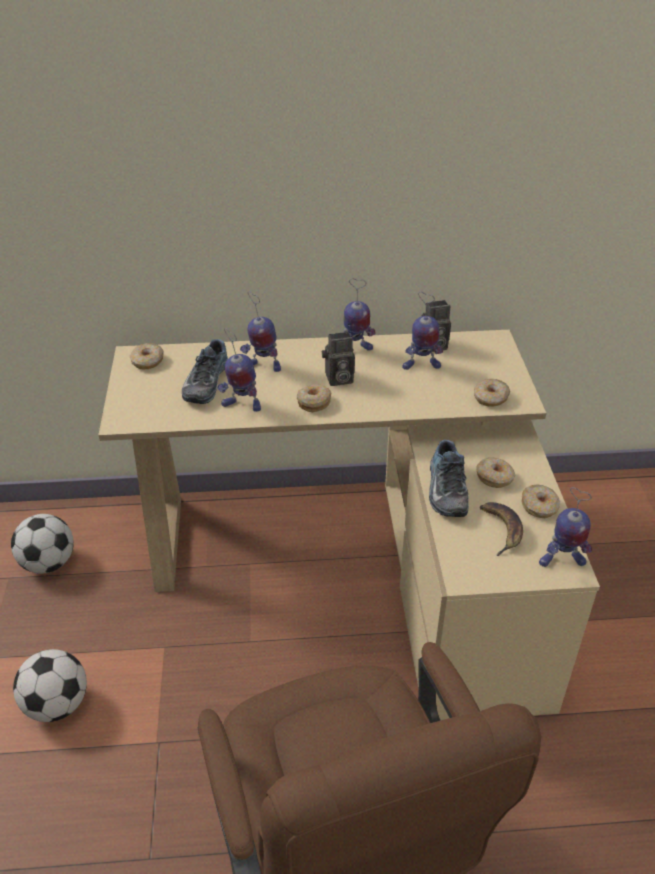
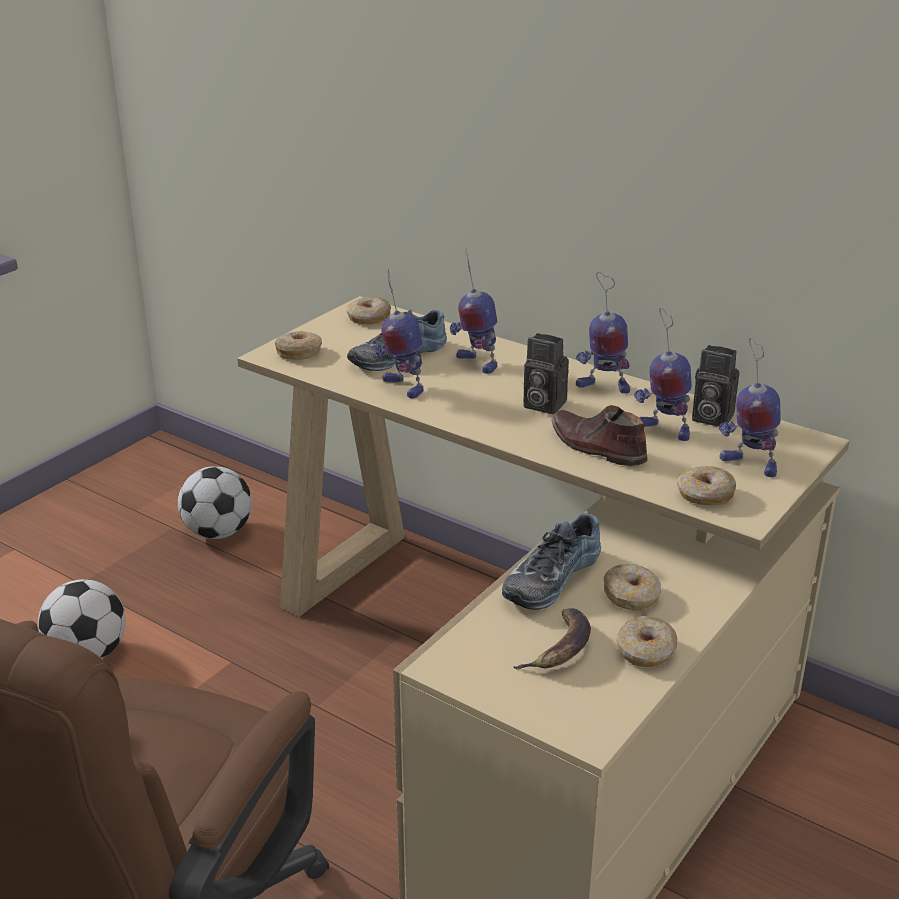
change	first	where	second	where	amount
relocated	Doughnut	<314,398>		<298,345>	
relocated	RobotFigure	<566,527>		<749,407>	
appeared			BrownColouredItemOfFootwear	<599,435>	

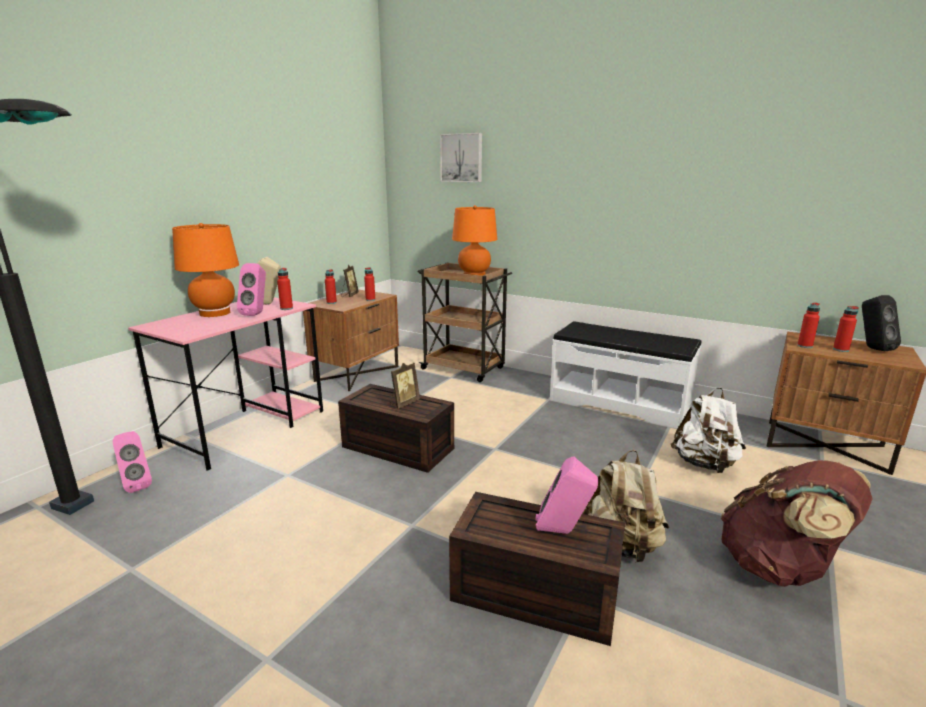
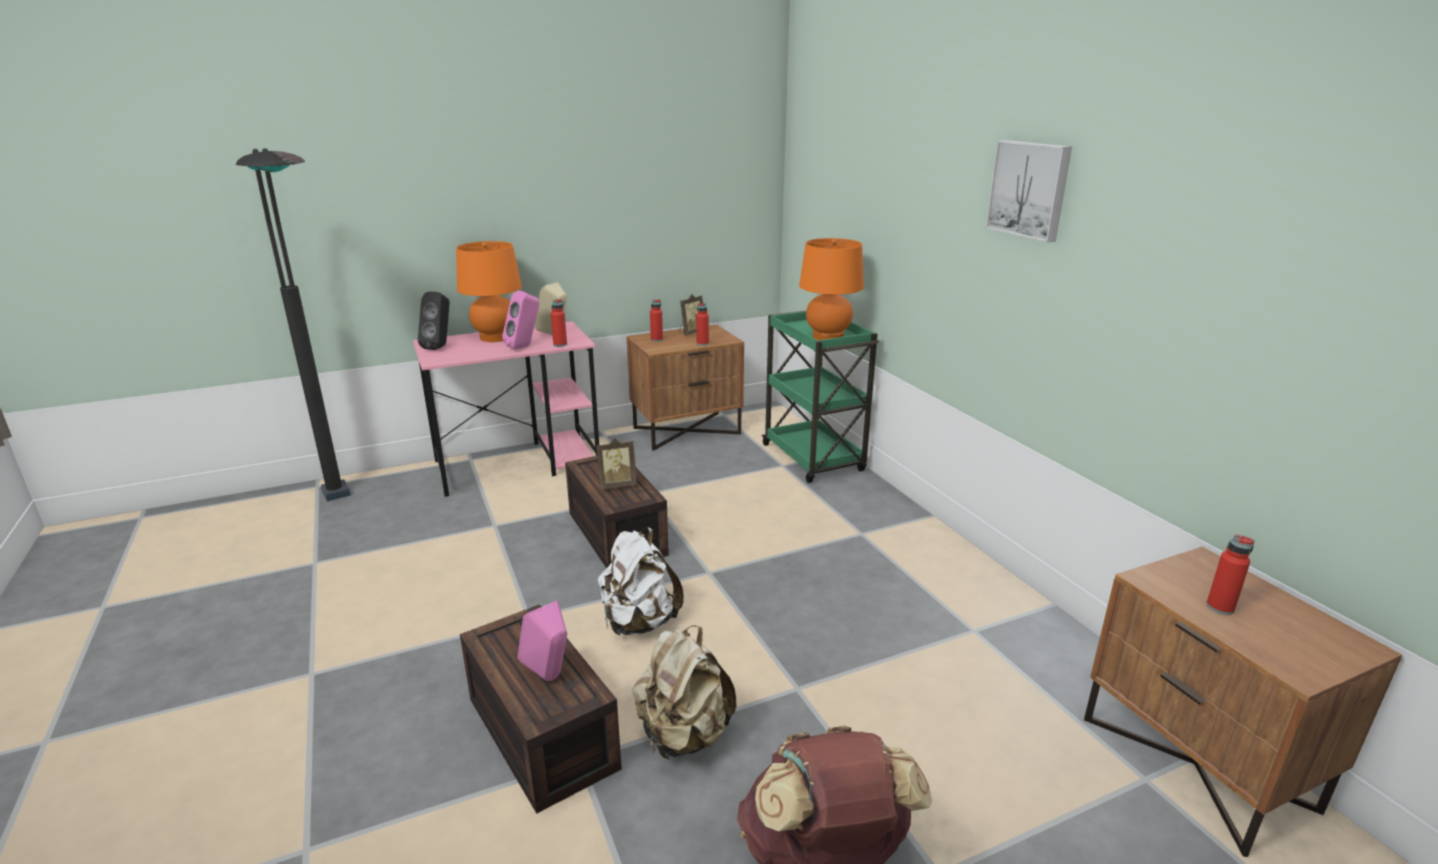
change	first	where	second	where	amount
relocated	Picture	<461,157>		<1028,191>	
colour	BrownColouredWheeledCart	<465,322>	GreenWheeledCart	<820,396>	
relocated	BlackColouredLoudspeaker	<881,323>		<433,321>	
missing	ReddishBottle	<809,325>			
missing	WhitishBench	<625,375>			
relocated	WhitishBackpack	<708,430>		<641,581>	
missing	PinkLoudspeaker	<132,462>			

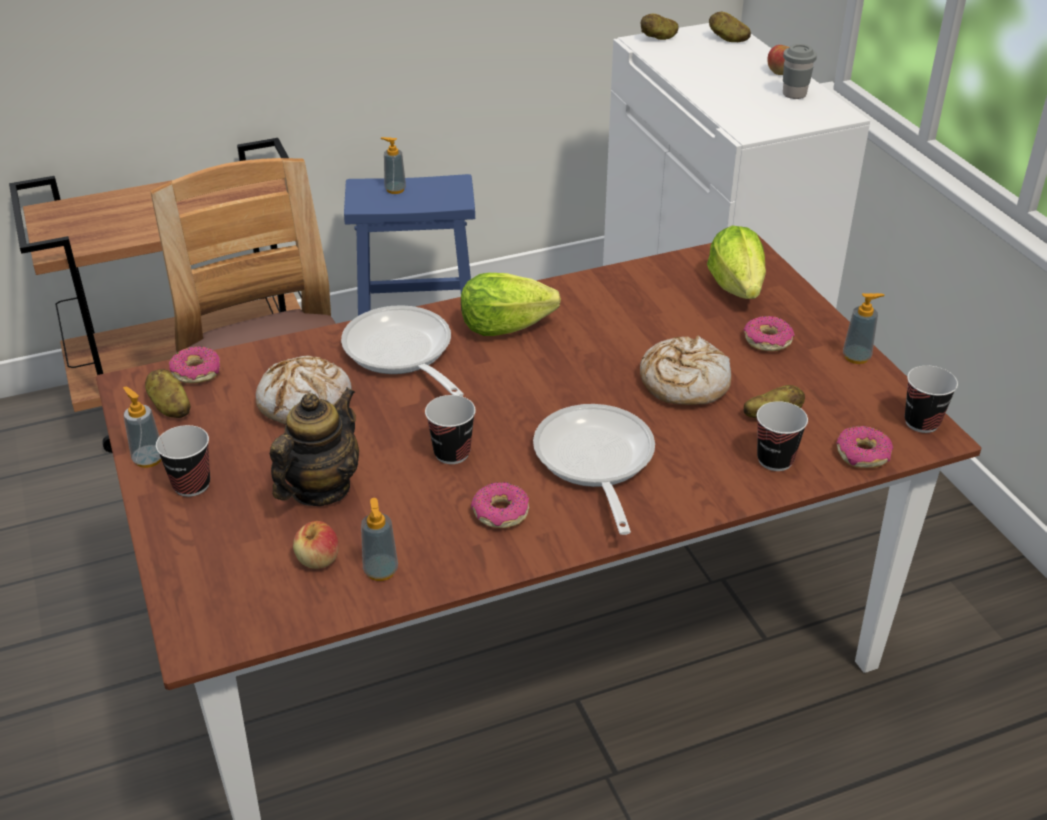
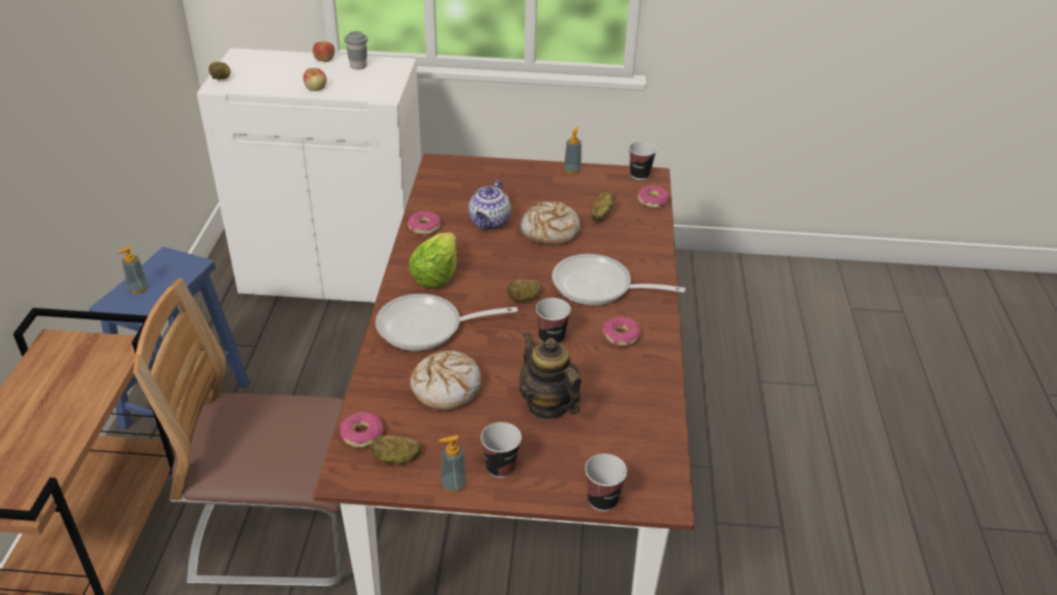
change	first	where	second	where	amount
relocated	WholePotato	<730,27>		<524,291>	
missing	HeadOfLettuce	<736,262>			
relocated	Doughnut	<768,333>		<424,223>	
relocated	Cup	<782,436>		<606,482>	
missing	SoapBottle	<379,539>			
relocated	WholeApple	<316,545>		<315,79>	
appeared			Teapot	<489,205>	

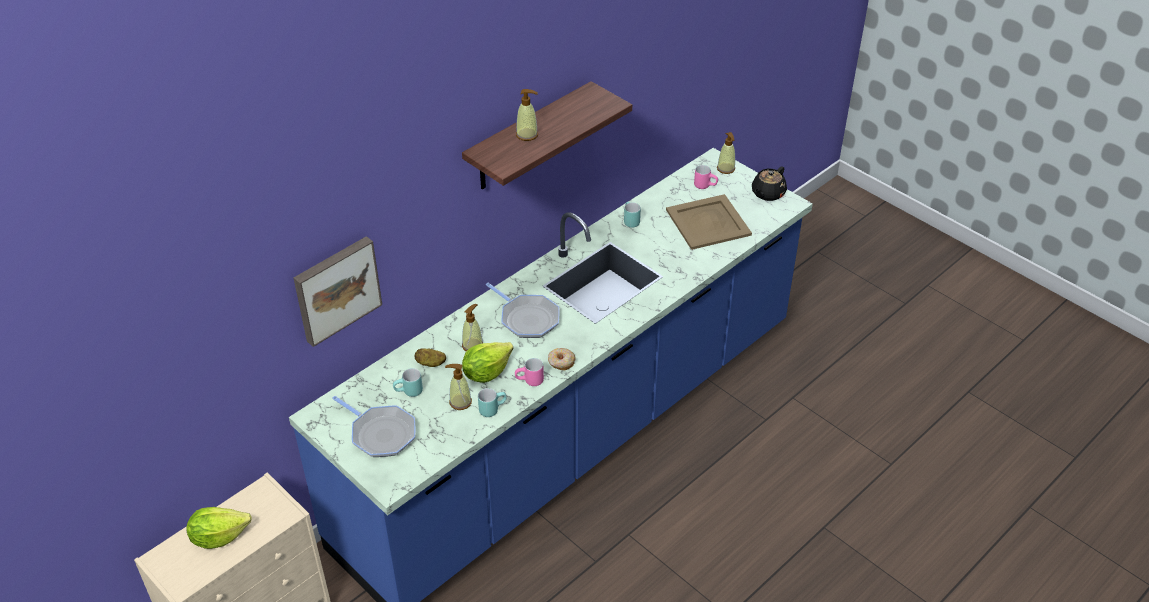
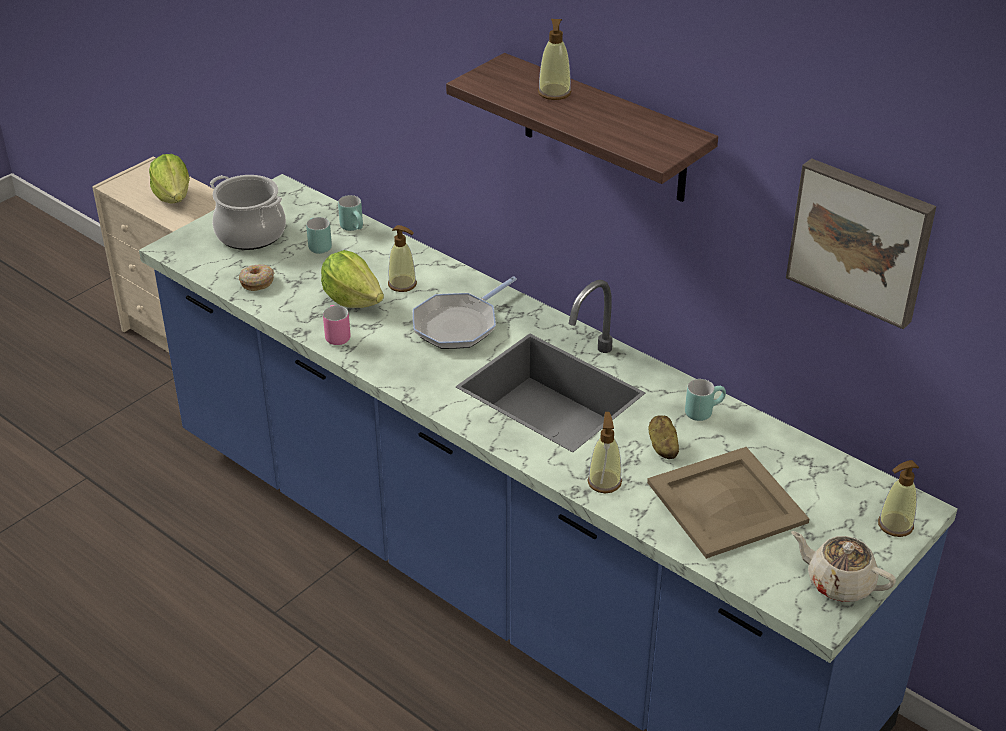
change	first	where	second	where	amount
missing	PinkCoffeeMug	<706,177>			
colour	BlackColouredTeapot	<769,183>	BeigeTeapot	<843,566>	
relocated	Picture	<338,291>		<861,243>	
relocated	WholePotato	<430,357>		<664,437>	
relocated	Doughnut	<562,359>		<256,277>	
relocated	SoapBottle	<458,387>		<604,452>	
relocated	TurquoiseColouredCoffeeMug	<492,402>		<350,213>	
exchanged	Skillet	<373,426>	Saucepot	<247,212>	

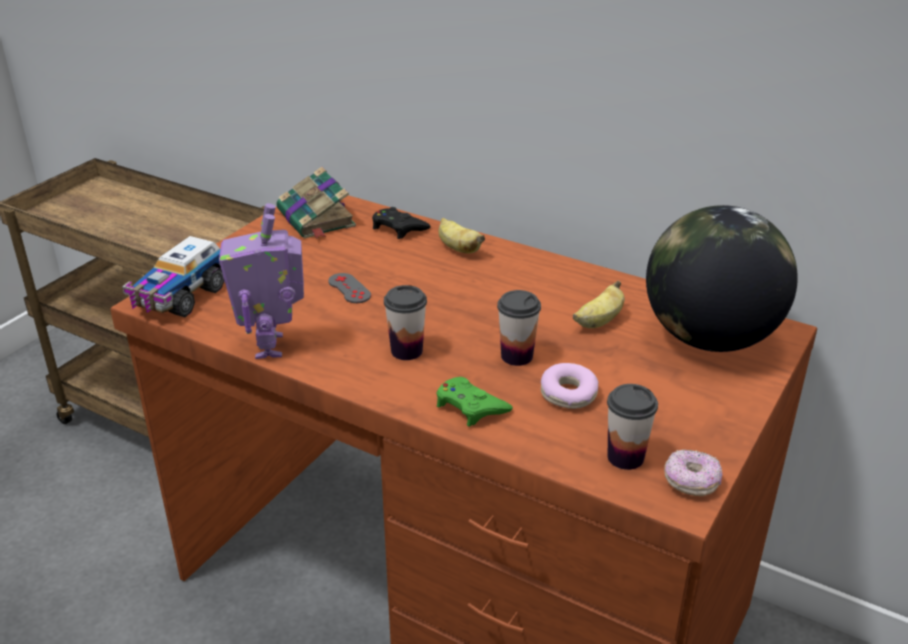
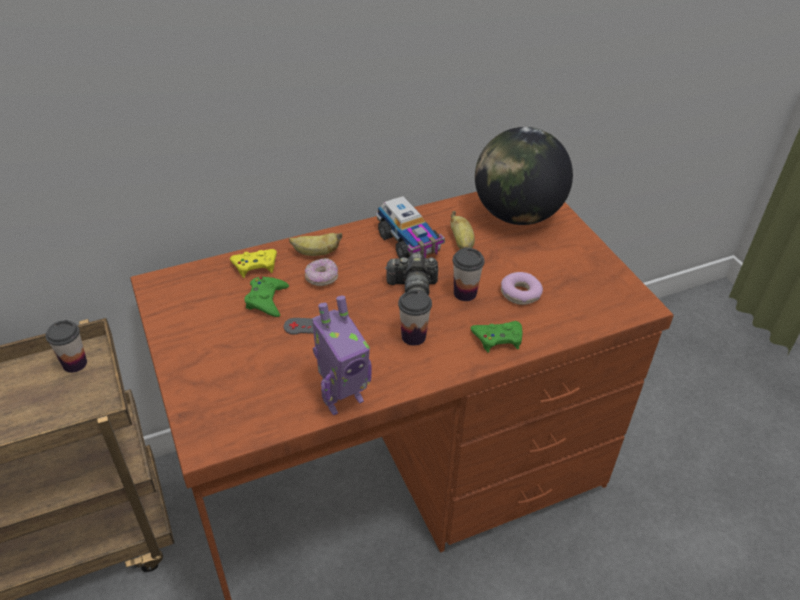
change	first	where	second	where	amount
missing	Book	<316,203>			
spun	RobotFigure	<261,281>		<342,356>	60 degrees counterclockwise
colour	BlackColouredGameController	<401,223>	YellowishGameController	<253,263>	
relocated	ModelTruck	<173,276>		<410,227>	
relocated	Cup	<632,427>		<66,346>	
relocated	Doughnut	<693,472>		<321,272>	
appeared			PhotoCamera	<411,274>	
appeared			GreenGameController	<267,297>	

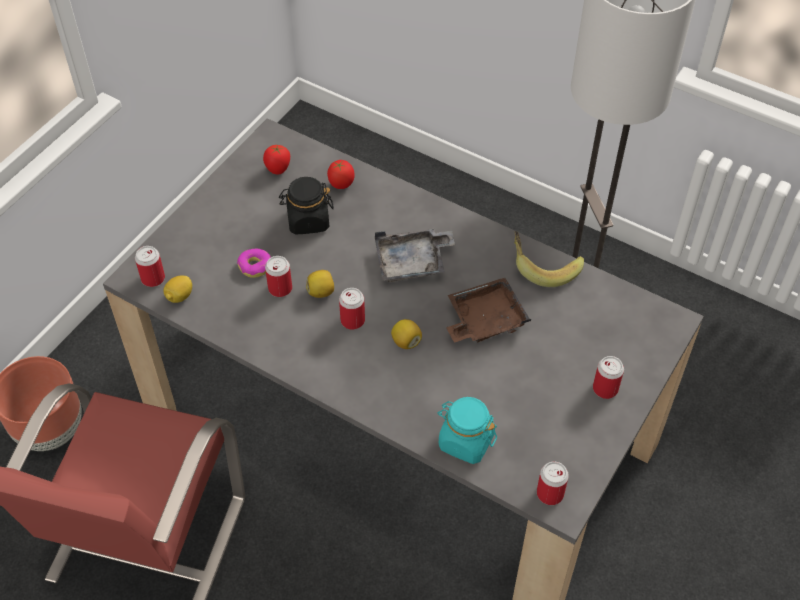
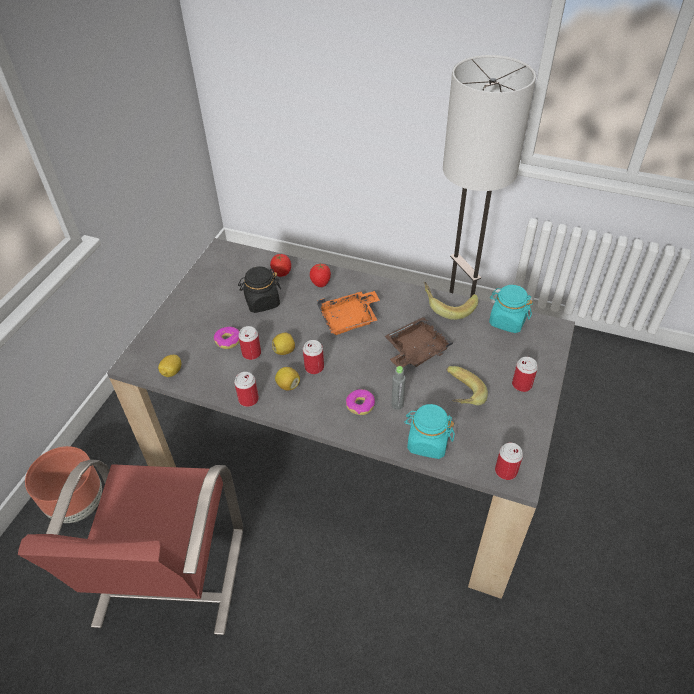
change	first	where	second	where	amount
relocated	Tomato	<276,160>		<320,275>	
colour	GrayServingTray	<415,255>	OrangeColouredServingTray	<348,313>	
relocated	Can	<150,266>		<246,389>	
relocated	CitrusFruit	<406,334>		<287,379>	
appeared			TurquoiseColouredStorageJar	<511,309>	
appeared			GrayBottle	<398,388>	
appeared			WholeBanana	<467,385>	
appeared			Doughnut	<360,402>	

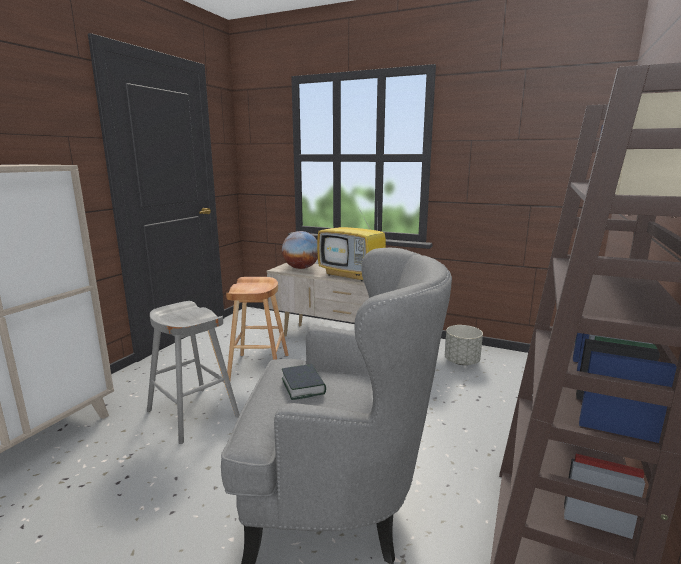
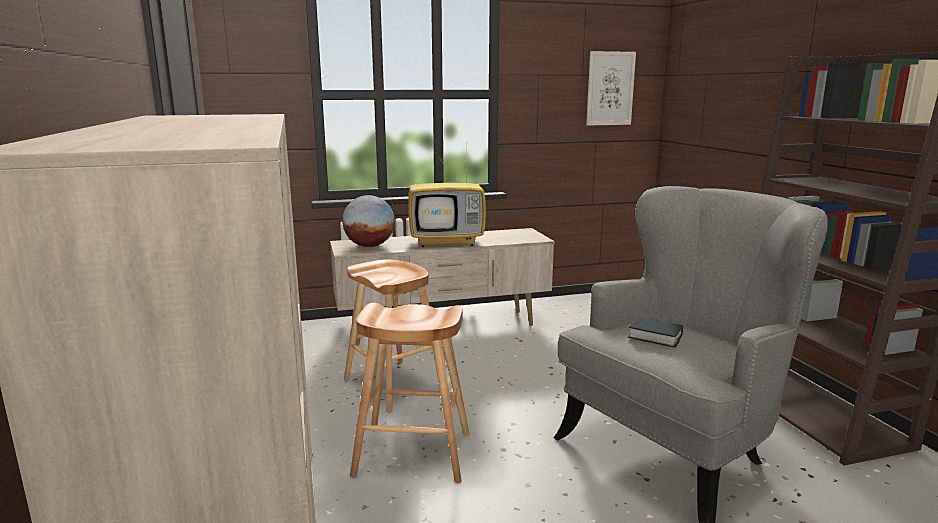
change	first	where	second	where	amount
colour	GrayStoolSeat	<193,372>	BrownColouredStoolSeat	<409,393>	
missing	GrayPlanter	<464,345>			
appeared			Picture	<611,88>	

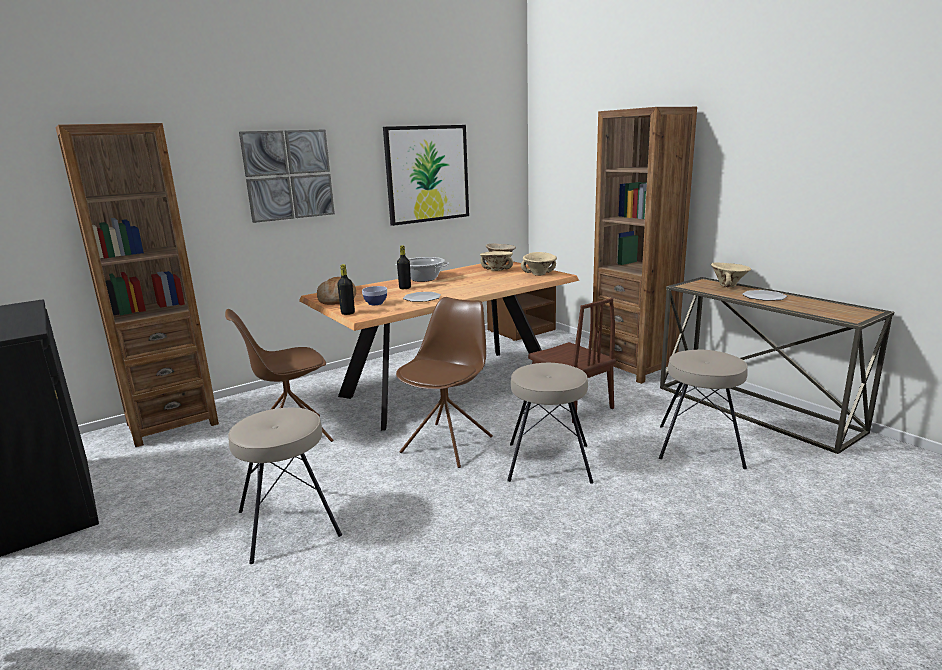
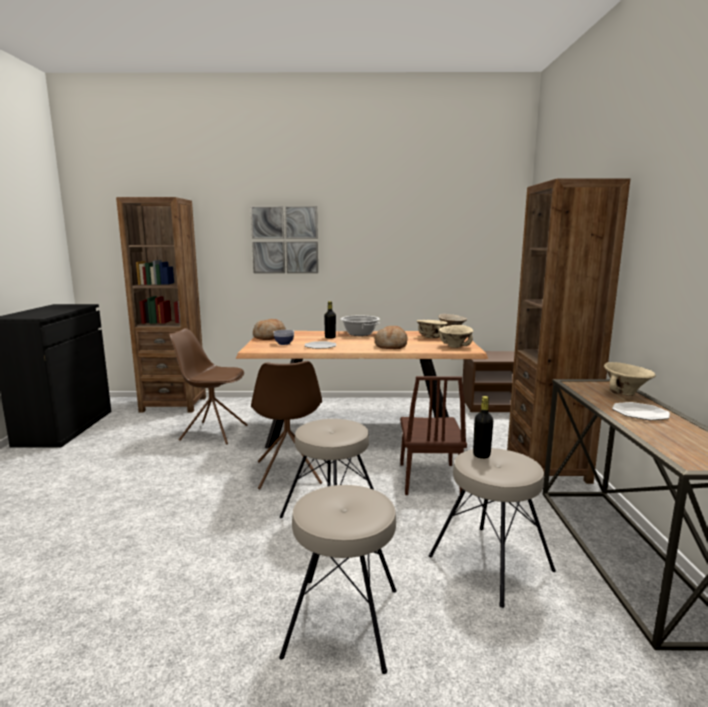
change	first	where	second	where	amount
missing	Picture	<426,175>			
relocated	BlackColouredBottle	<346,289>		<483,427>	
spun	BrownColouredChair	<444,382>		<286,425>	105 degrees clockwise
relocated	BeigeStoolSeat	<285,486>		<338,579>	
appeared			BakedBread	<391,337>	

